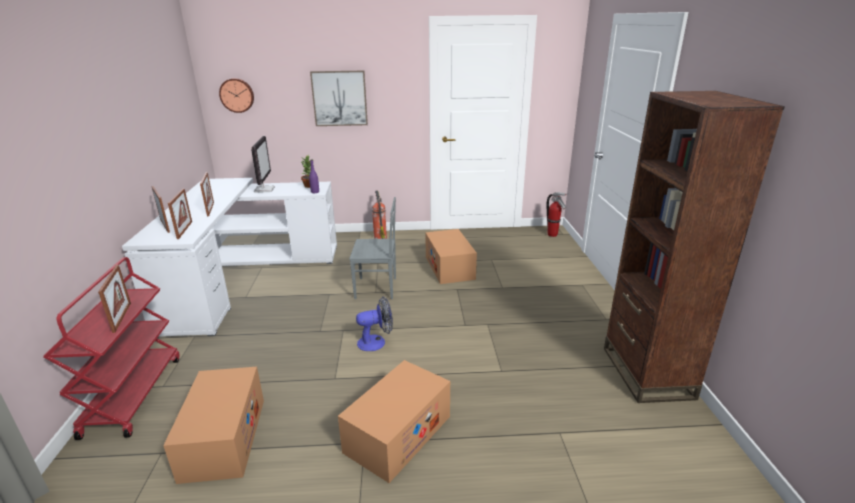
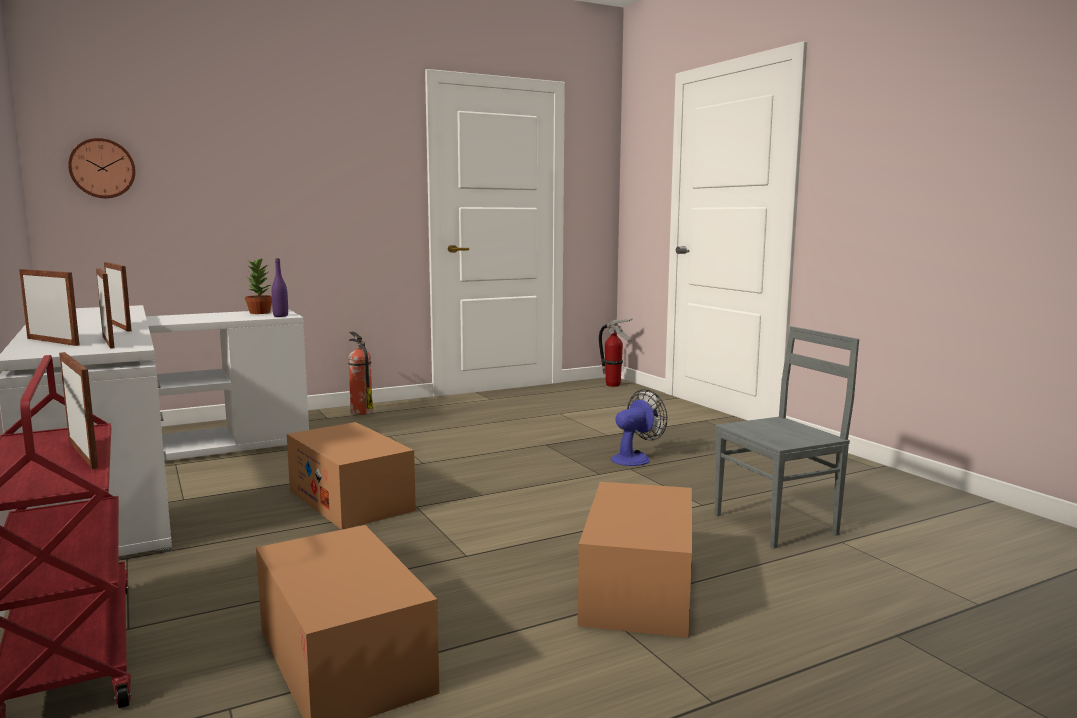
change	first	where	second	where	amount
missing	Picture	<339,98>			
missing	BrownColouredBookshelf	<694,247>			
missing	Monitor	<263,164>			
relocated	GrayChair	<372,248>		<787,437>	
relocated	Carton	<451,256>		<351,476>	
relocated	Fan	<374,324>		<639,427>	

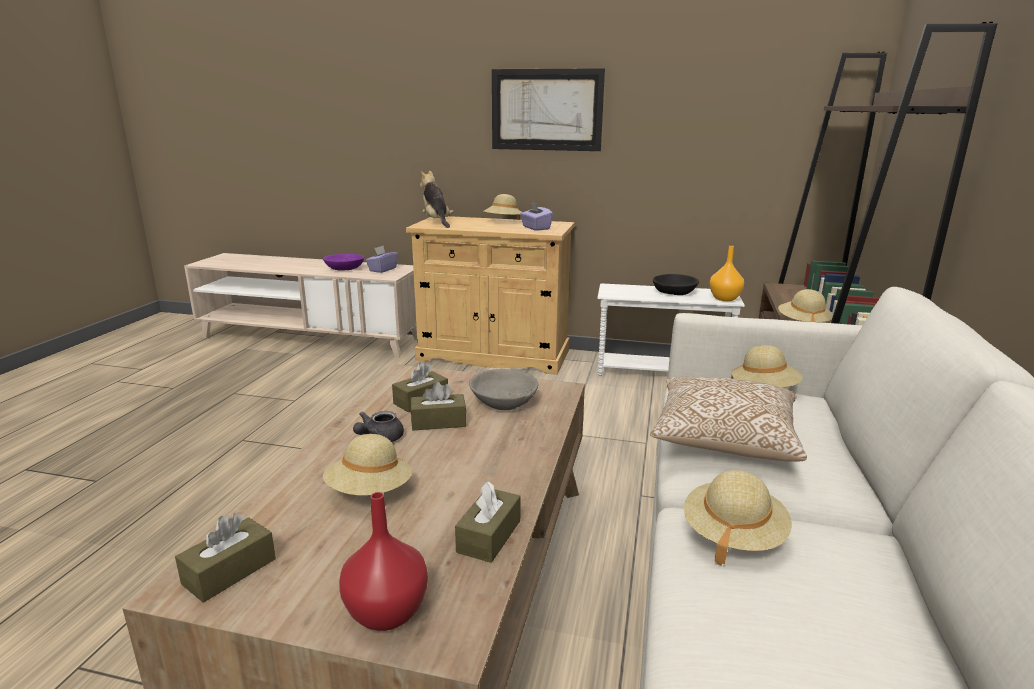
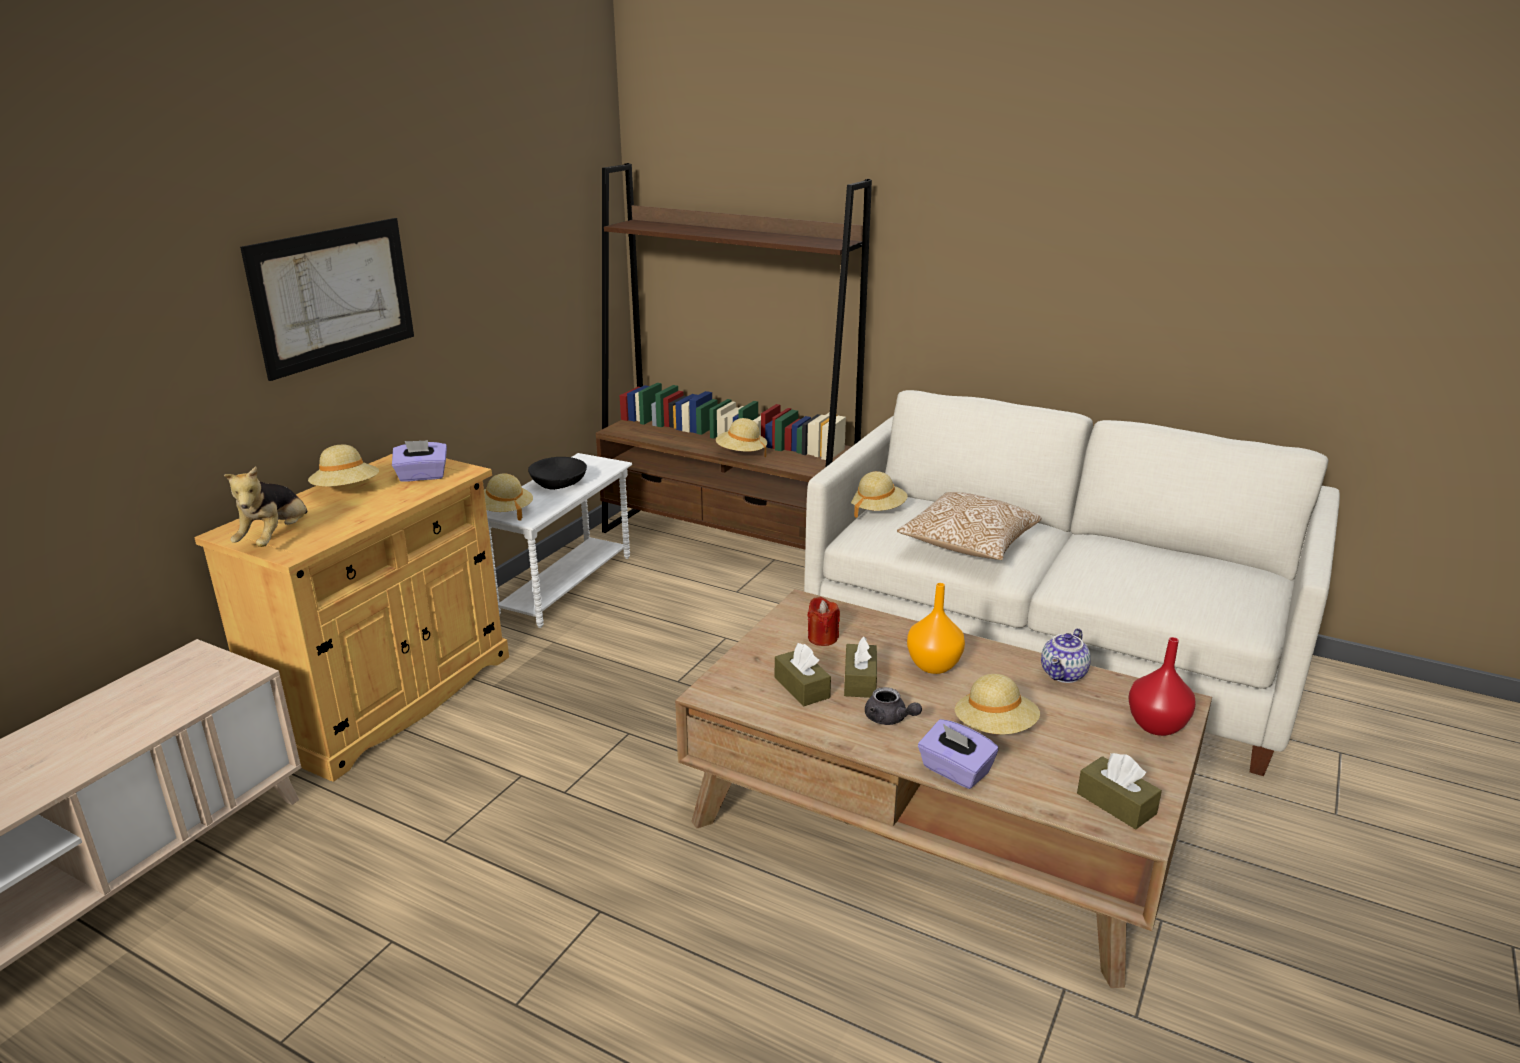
change	first	where	second	where	amount
spun	SoftToy	<437,199>		<266,506>	75 degrees counterclockwise
relocated	PurplishBoxOfTissues	<382,259>		<958,754>	
relocated	OrangeColouredFlowerVase	<726,273>		<936,628>	
missing	PurplishBowl	<343,262>			
exchanged	GrayBowl	<503,389>	ReddishCandle	<824,621>	
relocated	BeigeClothingHat	<738,518>		<508,497>	
exchanged	BrownColouredBoxOfTissues	<488,522>	Teapot	<1066,655>	

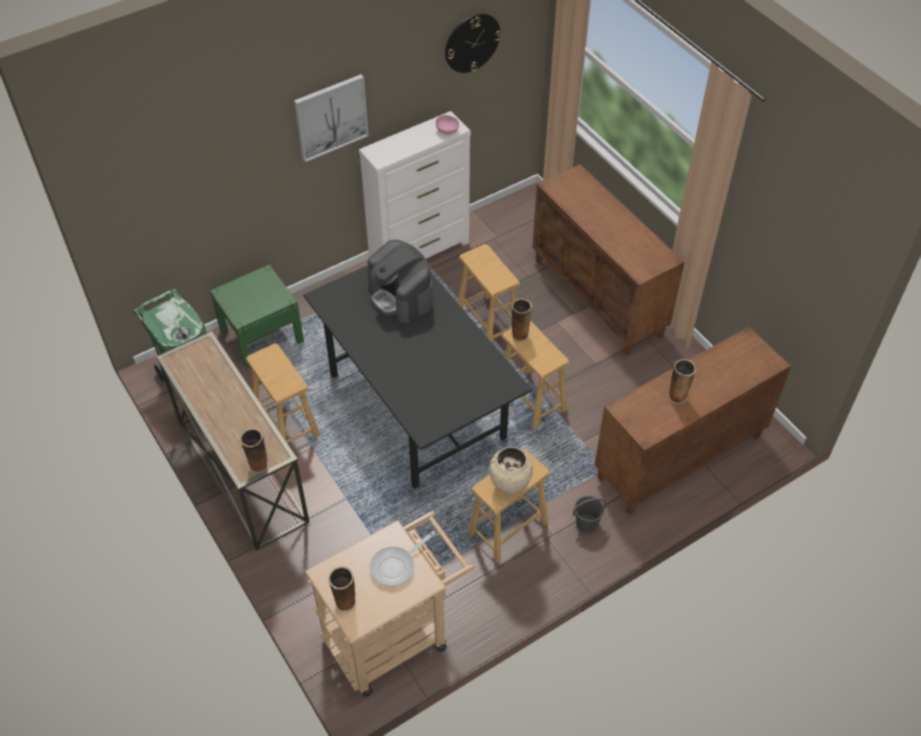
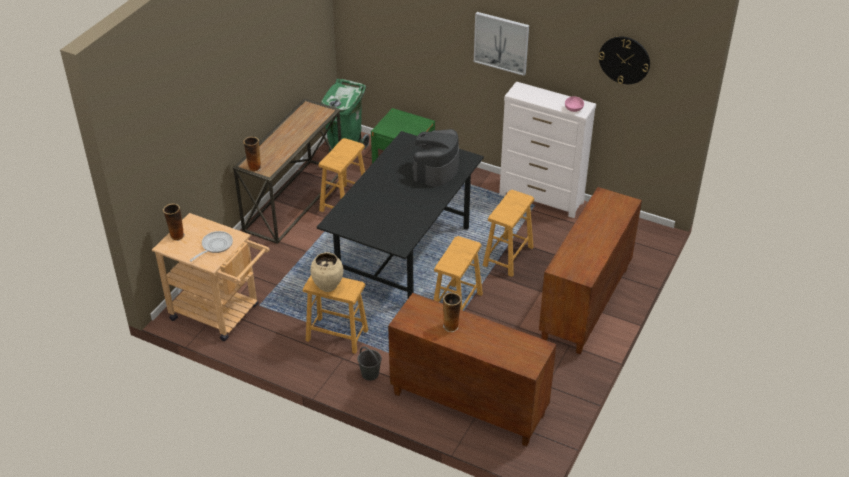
change	first	where	second	where	amount
missing	FlowerVase	<522,320>			
spun	Skillet	<403,559>		<211,246>	105 degrees clockwise

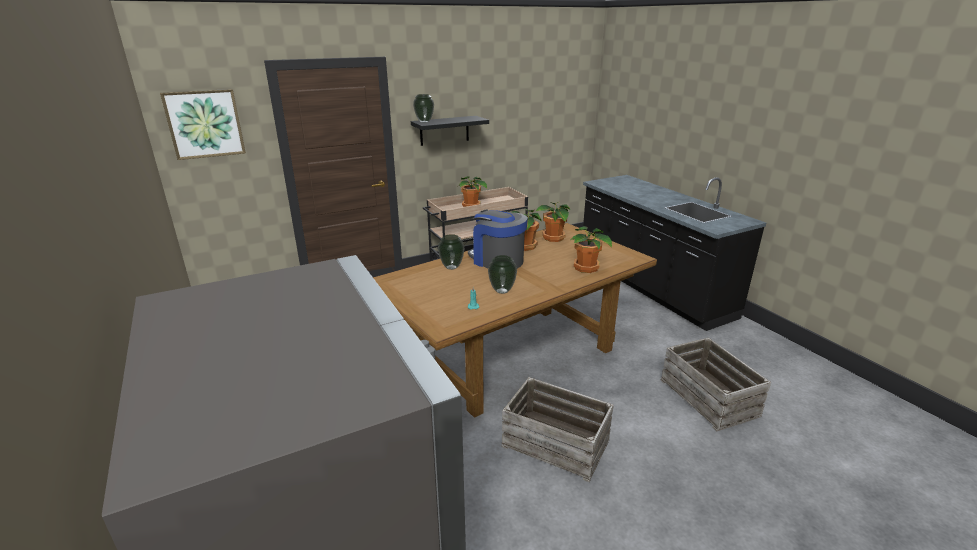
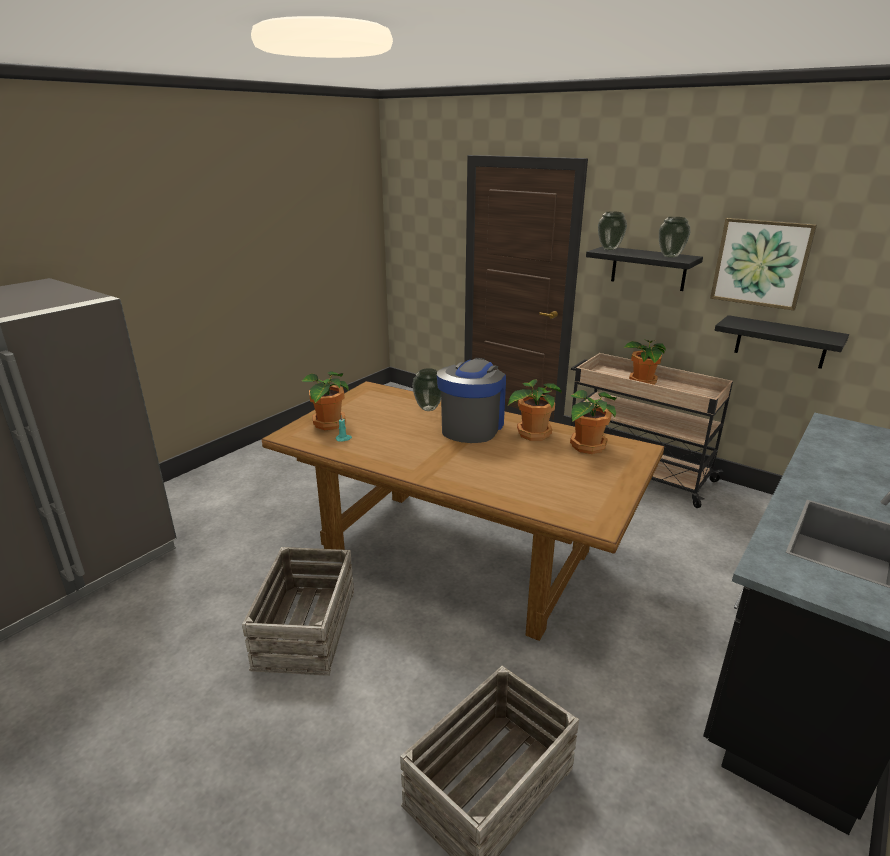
change	first	where	second	where	amount
relocated	Picture	<203,124>		<763,264>	
relocated	PlantInAPot	<591,249>		<325,400>	
relocated	FlowerVase	<502,274>		<675,237>	
appeared			BlackColouredBracketShelf	<782,342>	

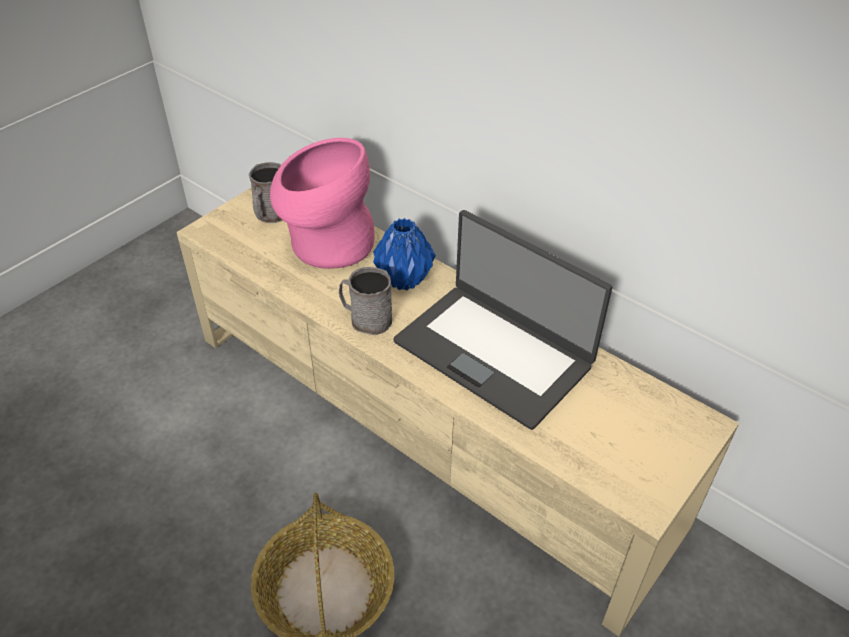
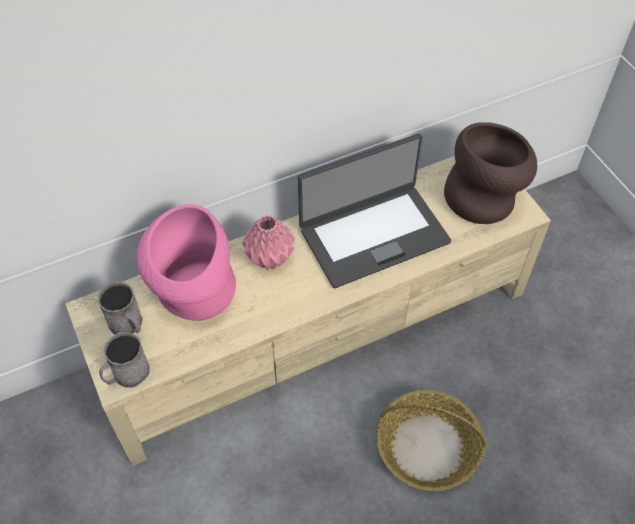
change	first	where	second	where	amount
colour	BlueColouredFlowerVase	<404,254>	PinkFlowerVase	<268,242>	
relocated	GrayCoffeeMug	<365,301>		<124,360>	
appeared			BrownColouredFlowerVase	<490,173>	

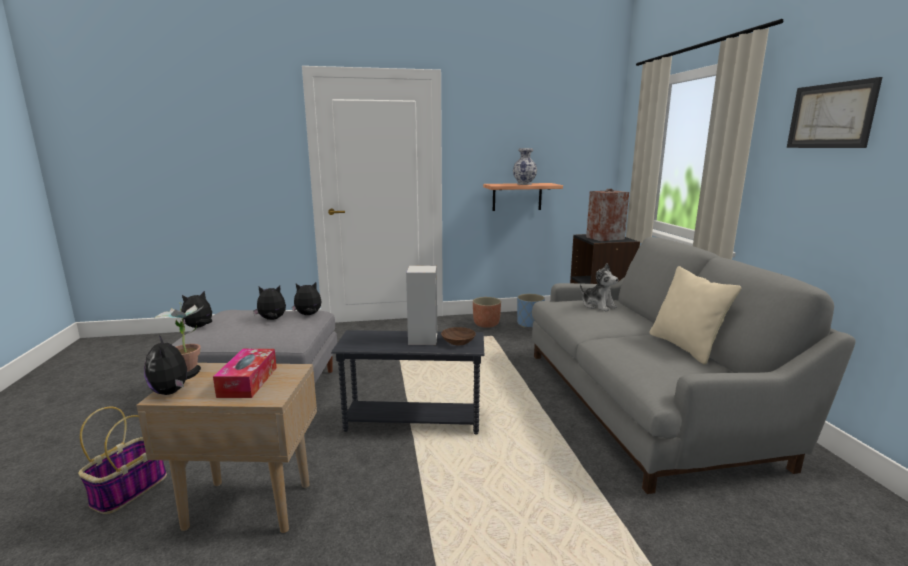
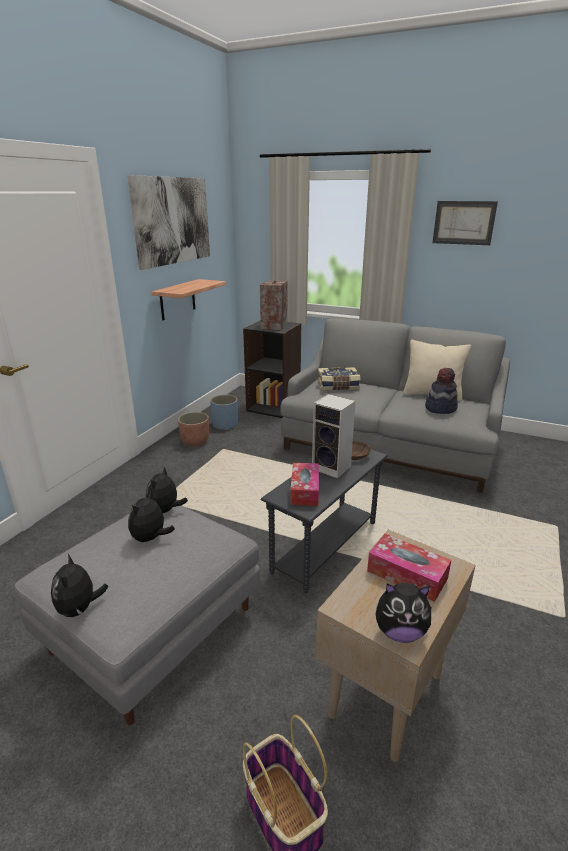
change	first	where	second	where	amount
missing	FlowerVase	<525,166>			
exchanged	SoftToy	<599,287>	Book	<339,378>	
missing	PlantInAPot	<179,337>			
appeared			Picture	<168,222>	
appeared			ClothingHat	<441,391>	
appeared			BoxOfTissues	<304,484>	

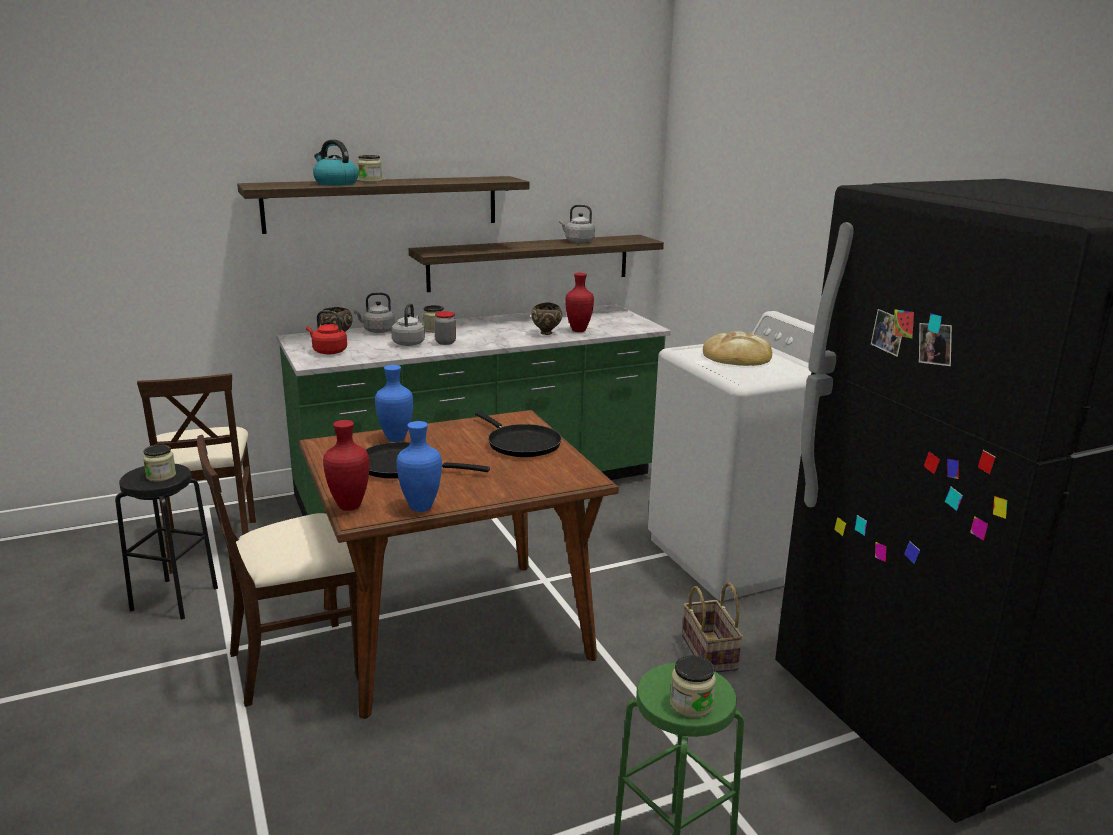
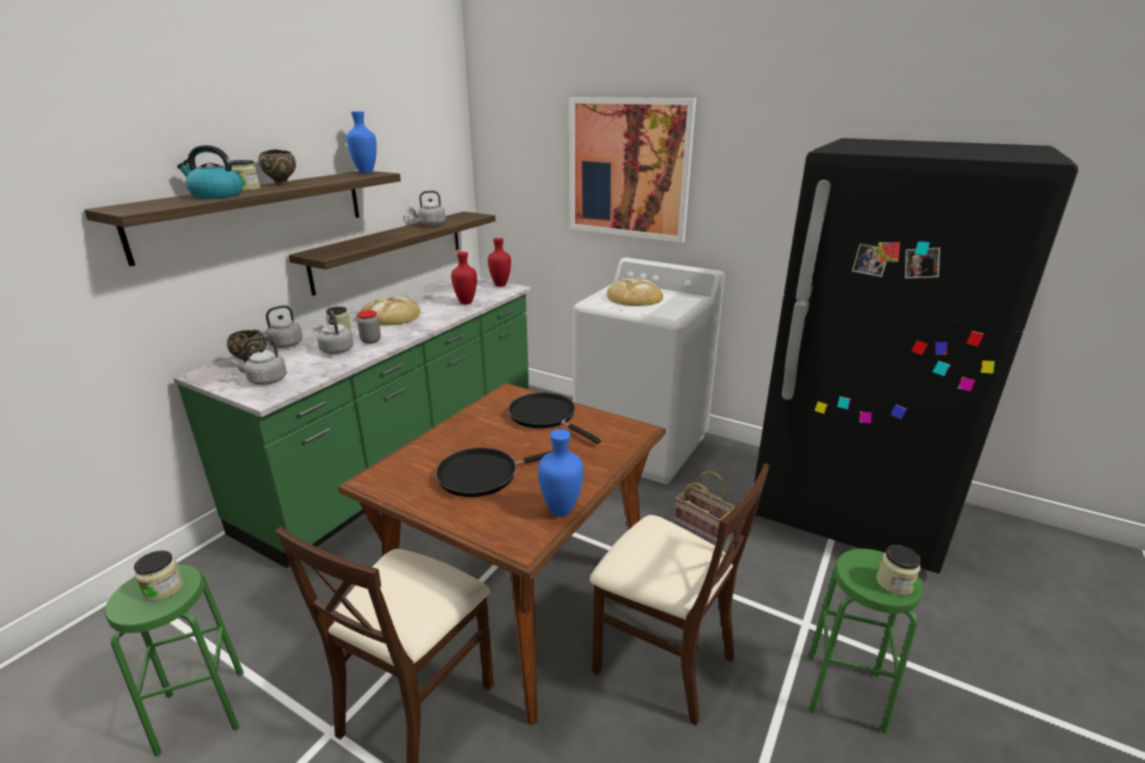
change	first	where	second	where	amount
relocated	BrownColouredBowl	<546,318>		<277,167>	
colour	ReddishWaterKettle	<326,332>	GrayWaterKettle	<259,361>	
relocated	BlueColouredFlowerVase	<394,403>		<361,142>	
relocated	BeigeChair	<196,473>		<680,594>	
spun	BlackColouredSkillet	<518,434>		<554,418>	150 degrees counterclockwise
relocated	ReddishFlowerVase	<346,465>		<499,262>	
colour	BlackColouredStoolSeat	<166,542>	GreenStoolSeat	<174,660>	
appeared			Picture	<632,170>	
appeared			BakedBread	<389,311>	

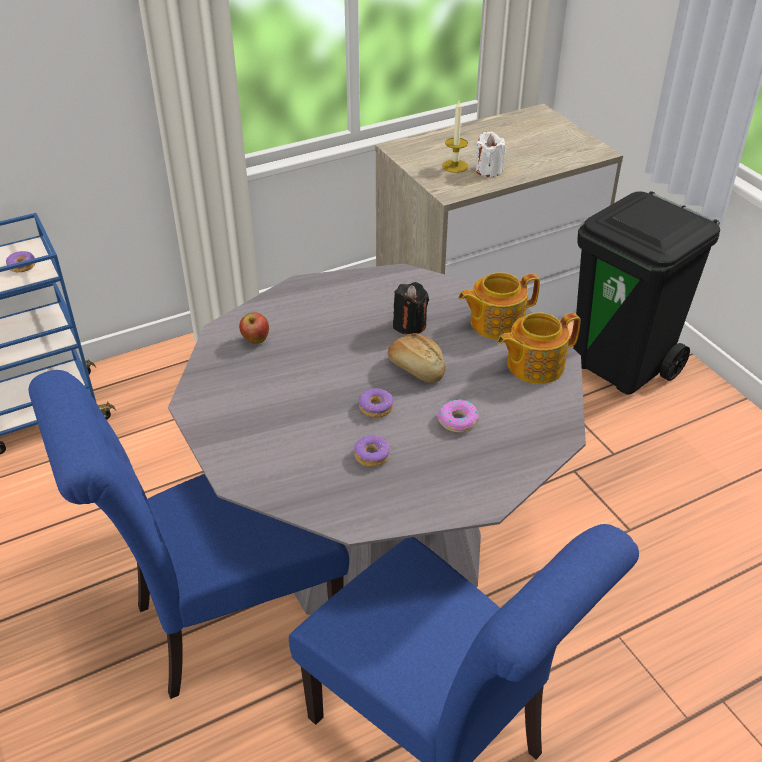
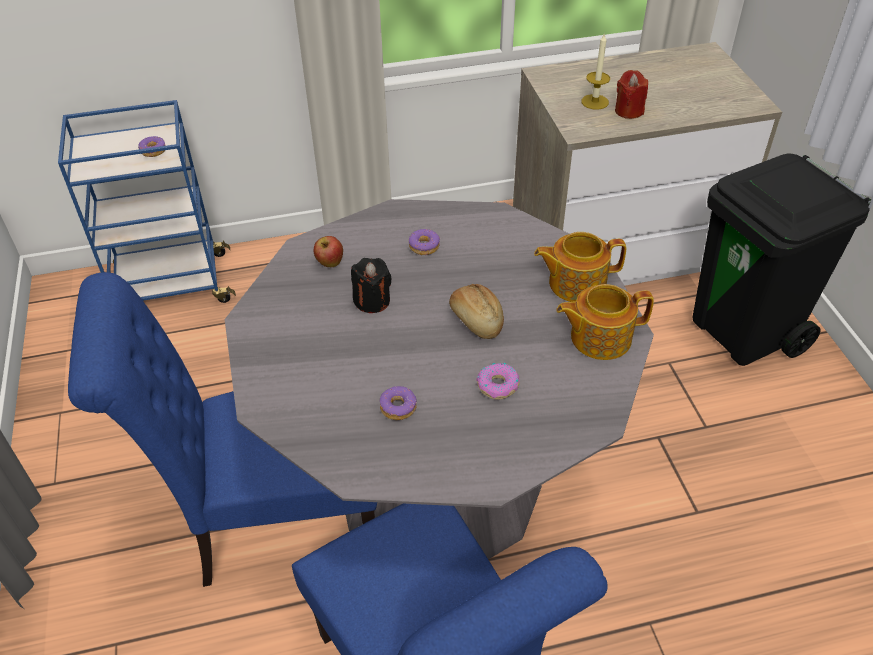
change	first	where	second	where	amount
colour	WhitishCandle	<490,154>	ReddishCandle	<631,94>	
relocated	BlackColouredCandle	<411,308>		<371,285>	
relocated	Doughnut	<376,403>		<424,242>	

